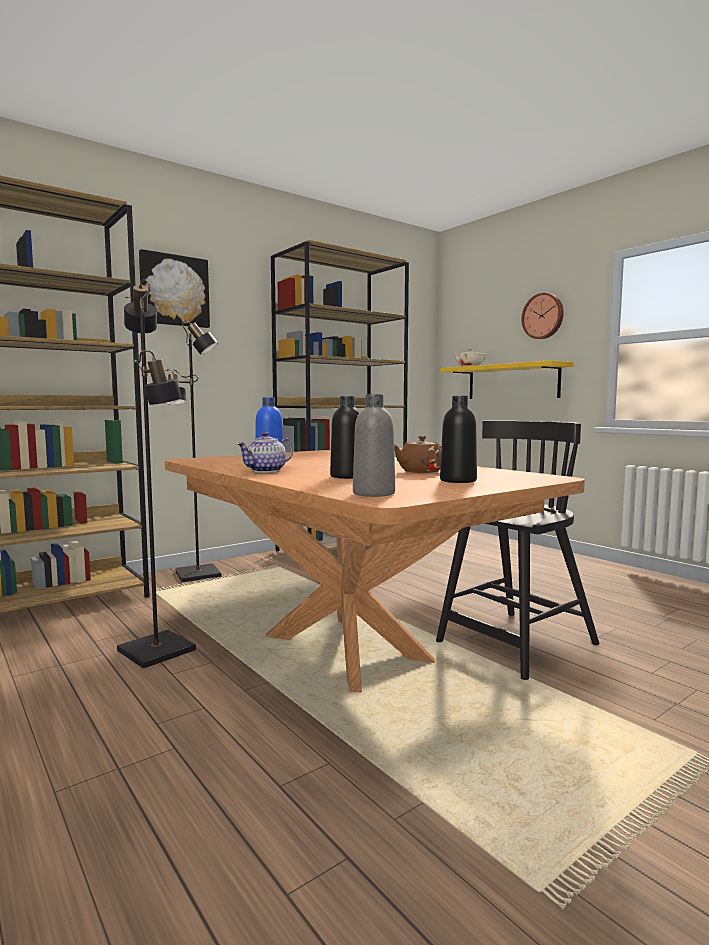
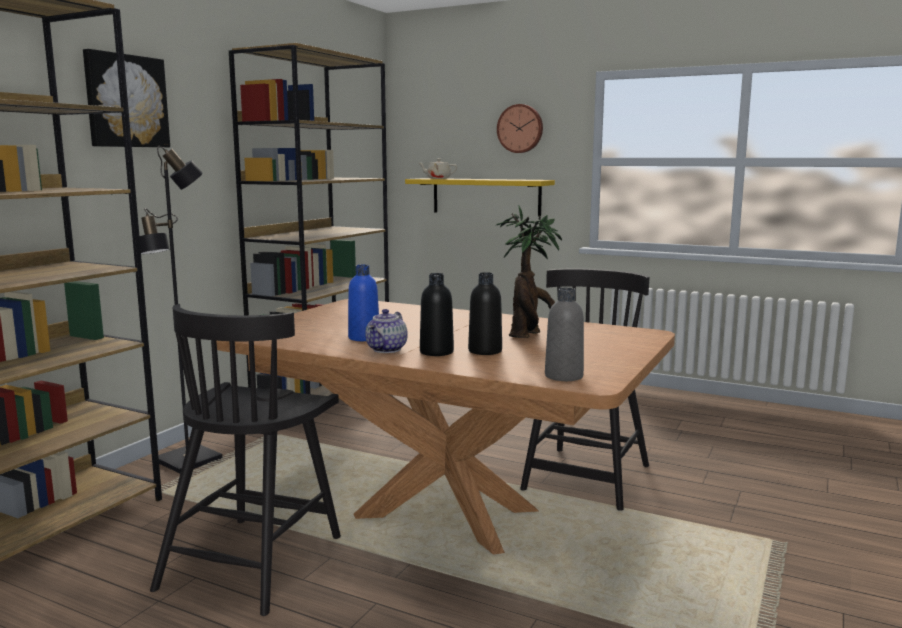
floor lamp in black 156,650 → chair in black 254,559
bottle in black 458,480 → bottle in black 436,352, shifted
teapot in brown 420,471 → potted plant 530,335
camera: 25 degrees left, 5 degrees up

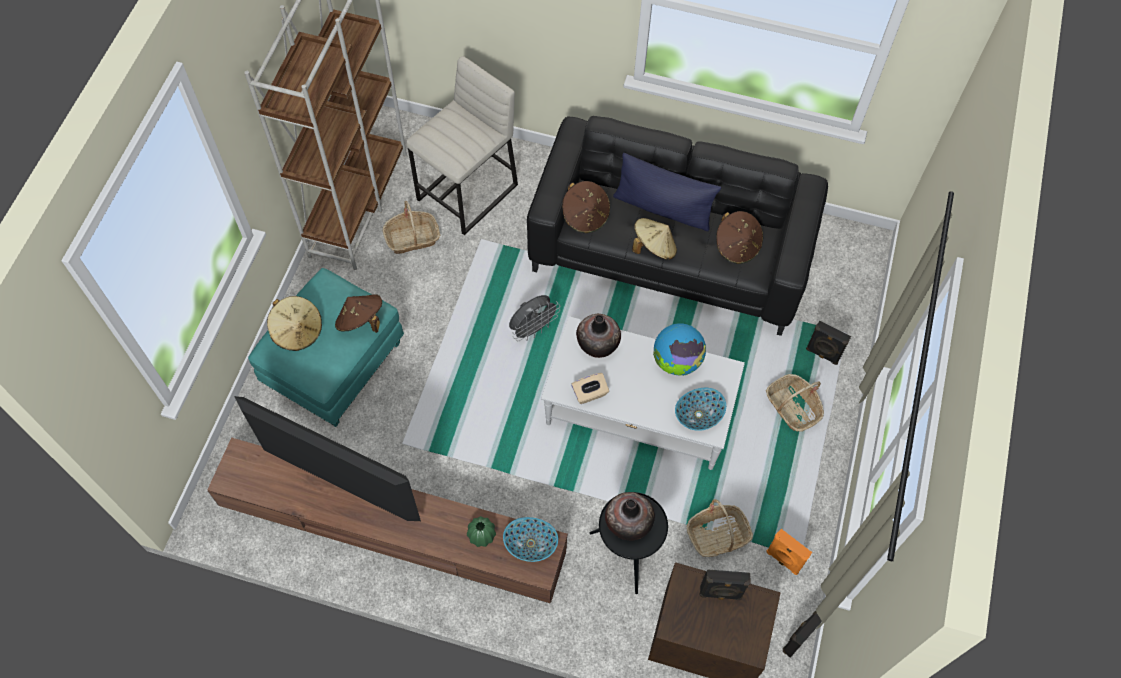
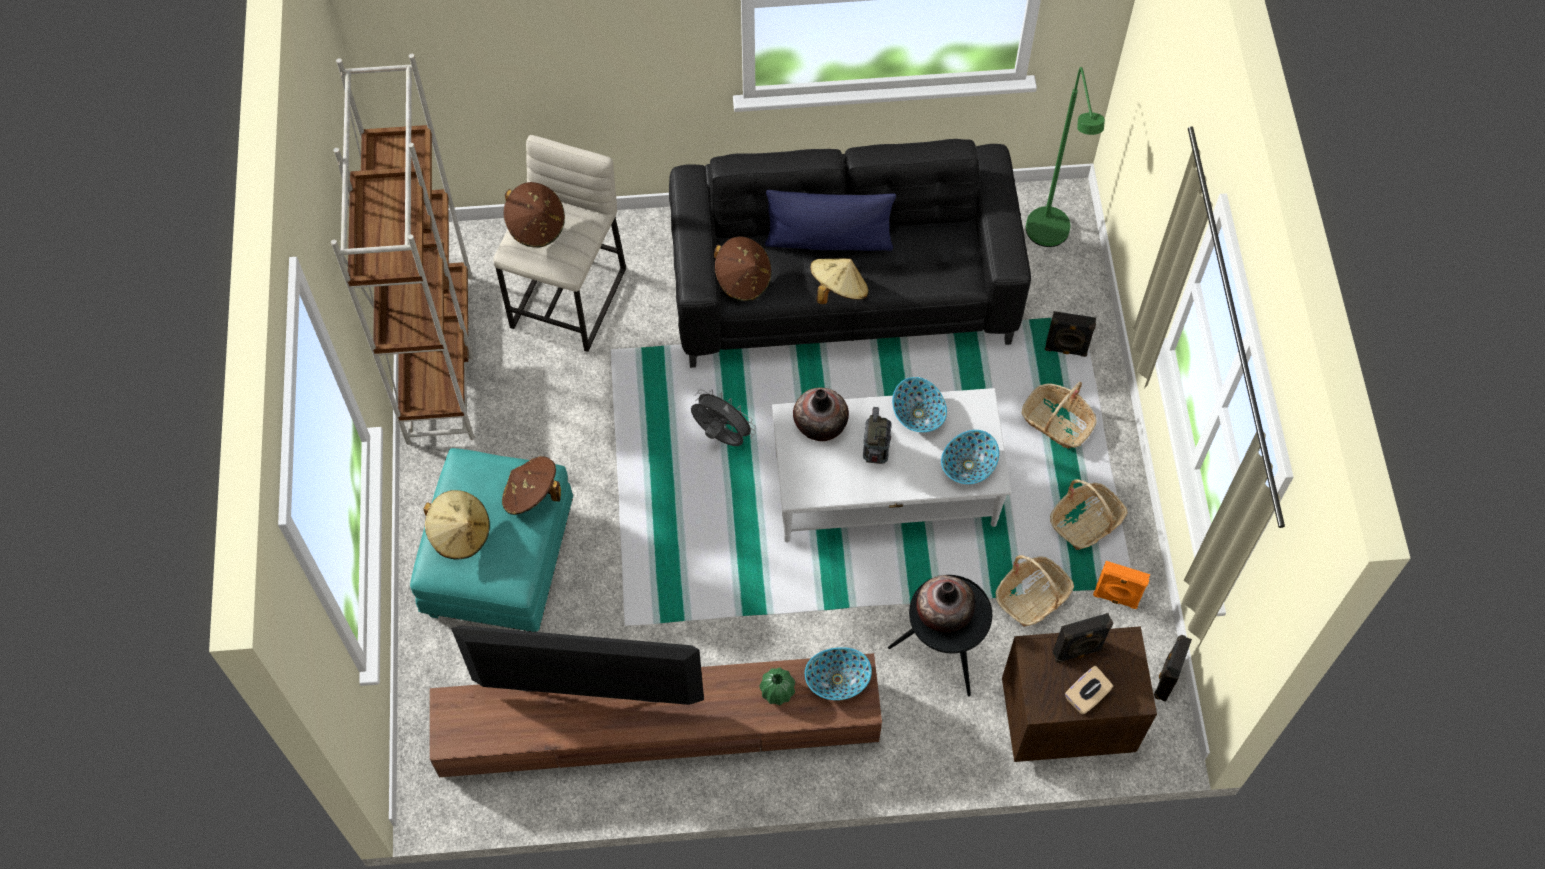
basket 412,238 → basket 1086,522, shifted
hat in brown 737,246 → hat in brown 536,226, shifted
fan in grey 533,329 → fan in grey 721,436, 90 degrees counterclockwise
globe 677,361 → bowl 918,413
tissue box in beige 590,393 → tissue box in beige 1086,696, shifted
- → floor lamp in green 1049,239
- → radio 875,454
camera: 20 degrees left, 0 degrees up

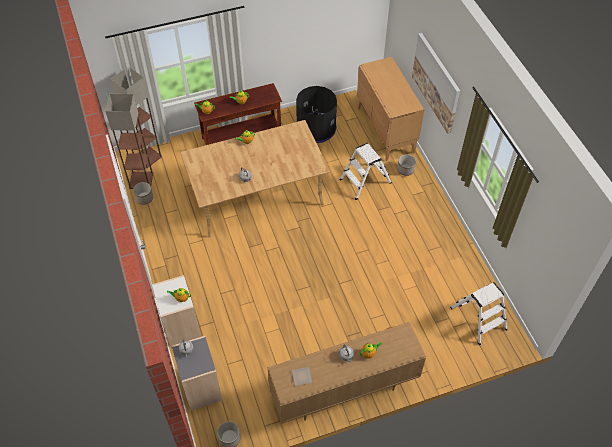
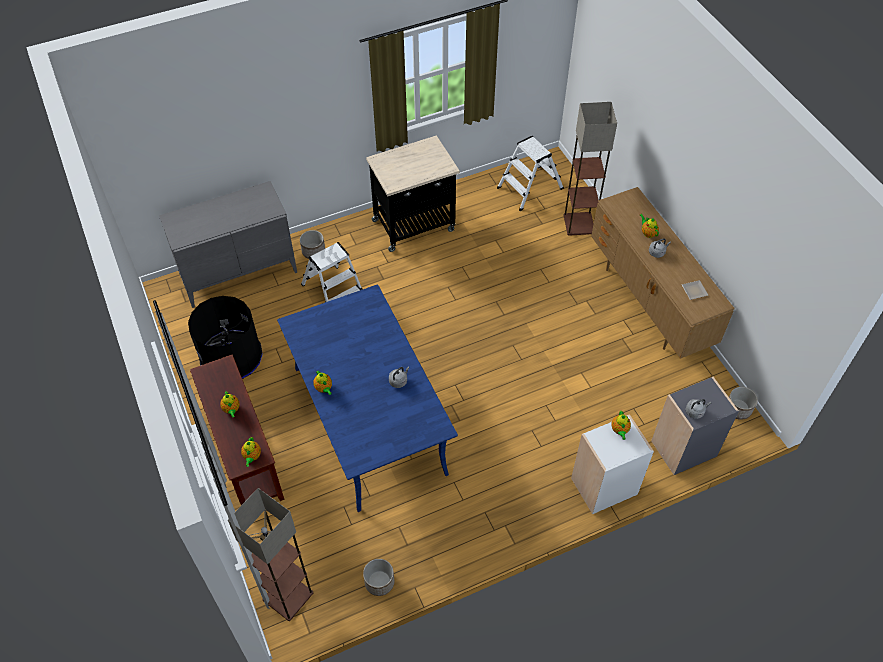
picture 436,82 → -
cabinet in brown 385,130 → cabinet in grey 239,274
floor lamp 140,181 → floor lamp 579,224, shifted
dining table in beige 257,197 → dining table in blue 368,420
- → cart in black 414,225
camera: 95 degrees left, 0 degrees up

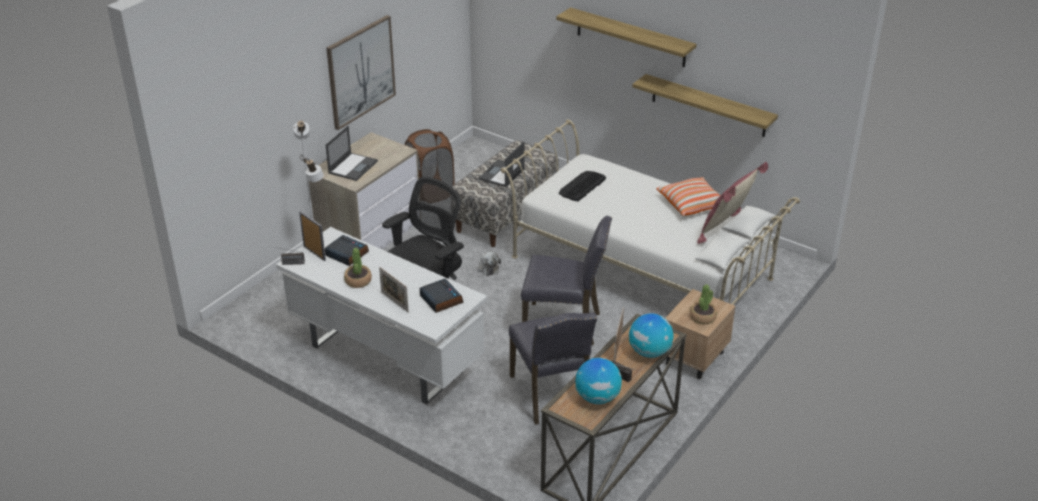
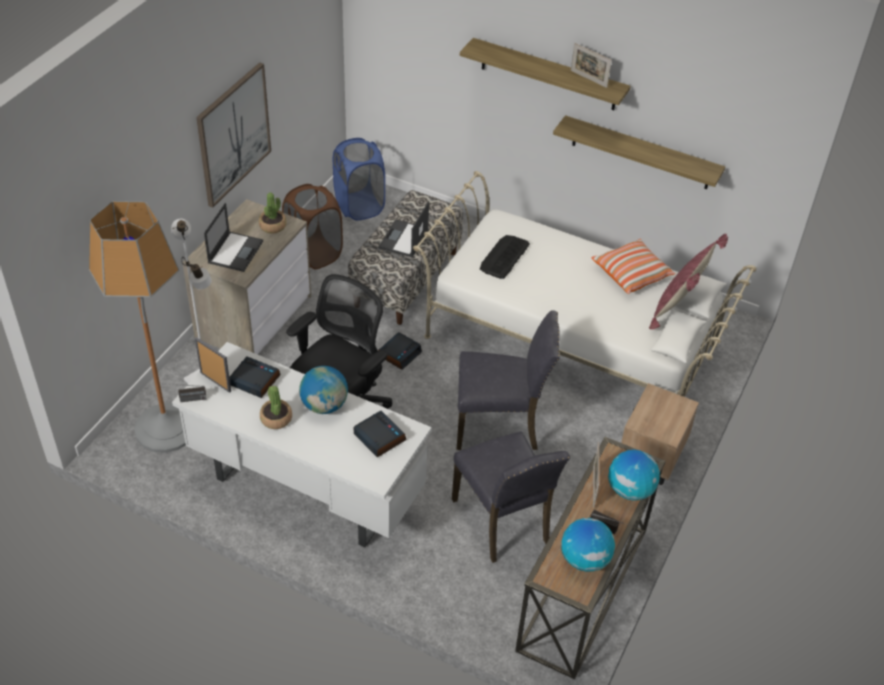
plush toy 488,268 → alarm clock 399,354
picture frame 394,302 → picture frame 588,79, shifted
potted plant 703,317 → potted plant 273,226, shifted
- → laundry basket in blue 359,206
- → floor lamp 166,428
- → globe 324,405
camera: 10 degrees left, 10 degrees up

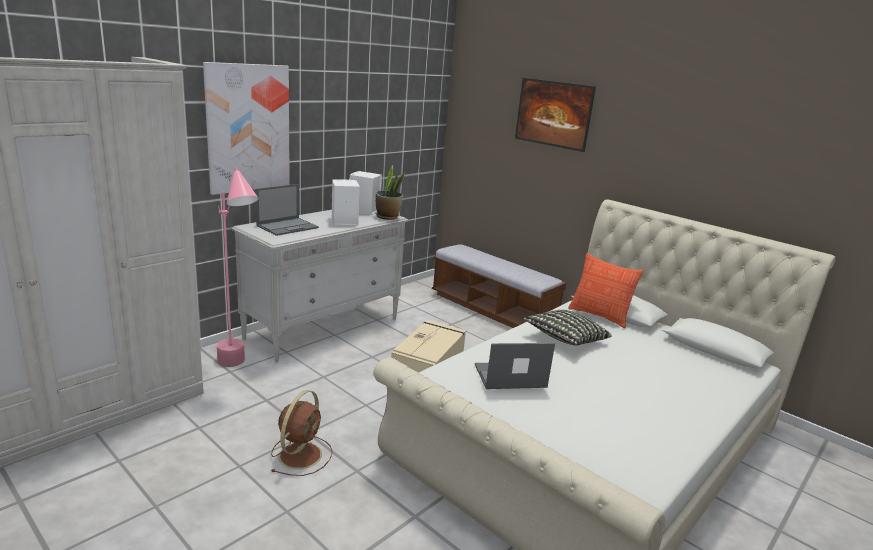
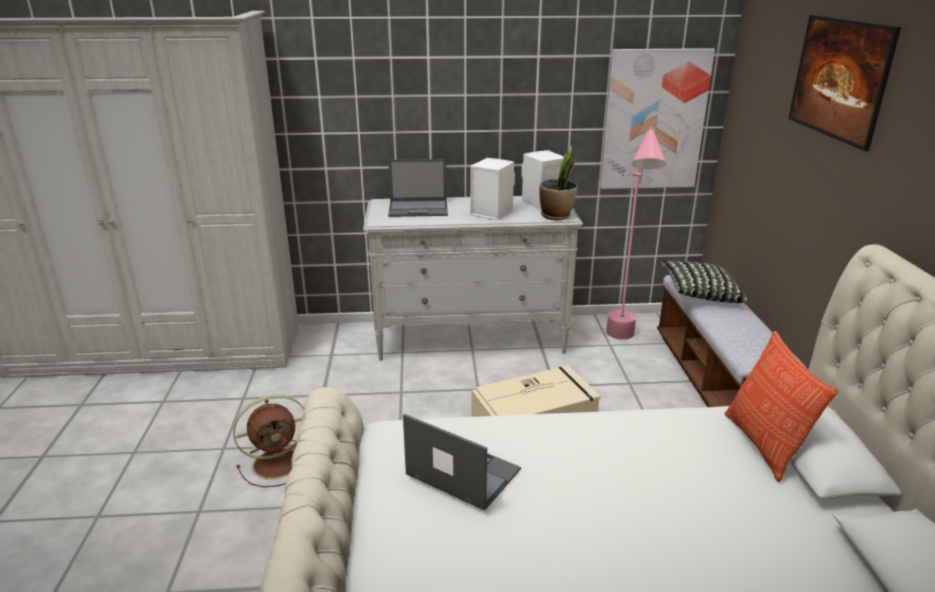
picture 248,128 → picture 654,120, shifted
floor lamp in pink 239,370 → floor lamp in pink 622,344, shifted
pillow 565,340 → pillow 700,294, shifted
camera: 45 degrees right, 5 degrees up

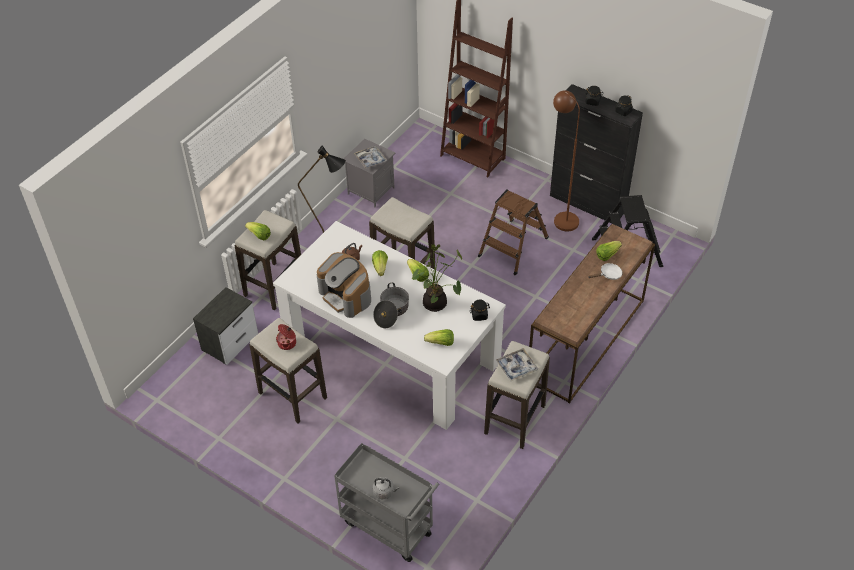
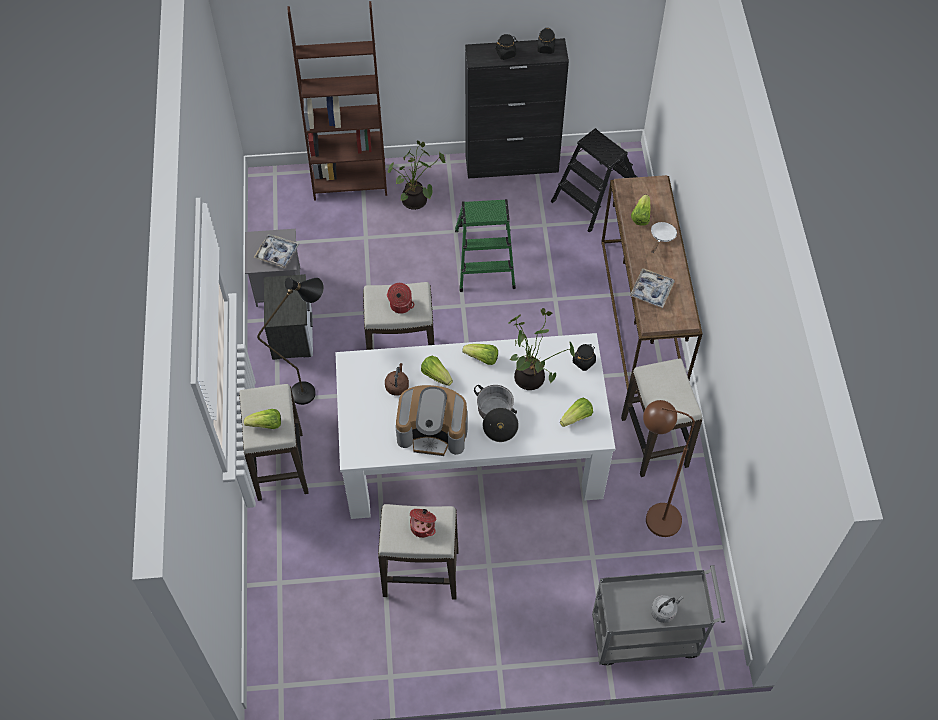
floor lamp in brown 561,218 → floor lamp in brown 652,518, shifted
step ladder in brown 513,246 → step ladder in green 484,258
nightstand 230,341 → nightstand 292,333, shifted
tray 516,367 → tray 651,291, shifted
- → potted plant 416,202
- → cooking pot 400,305
camera: 40 degrees left, 10 degrees up

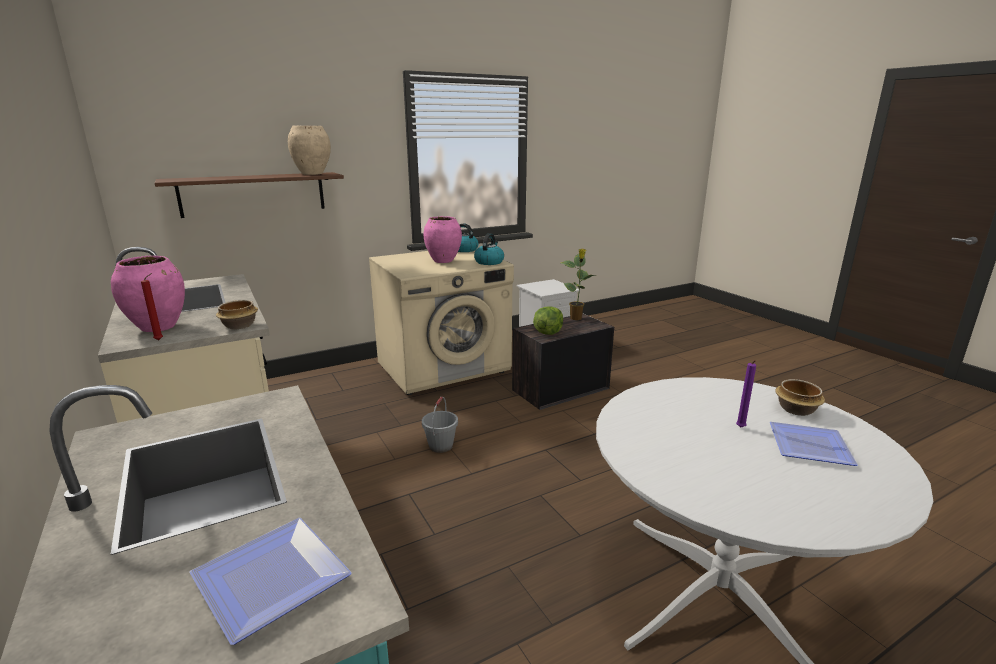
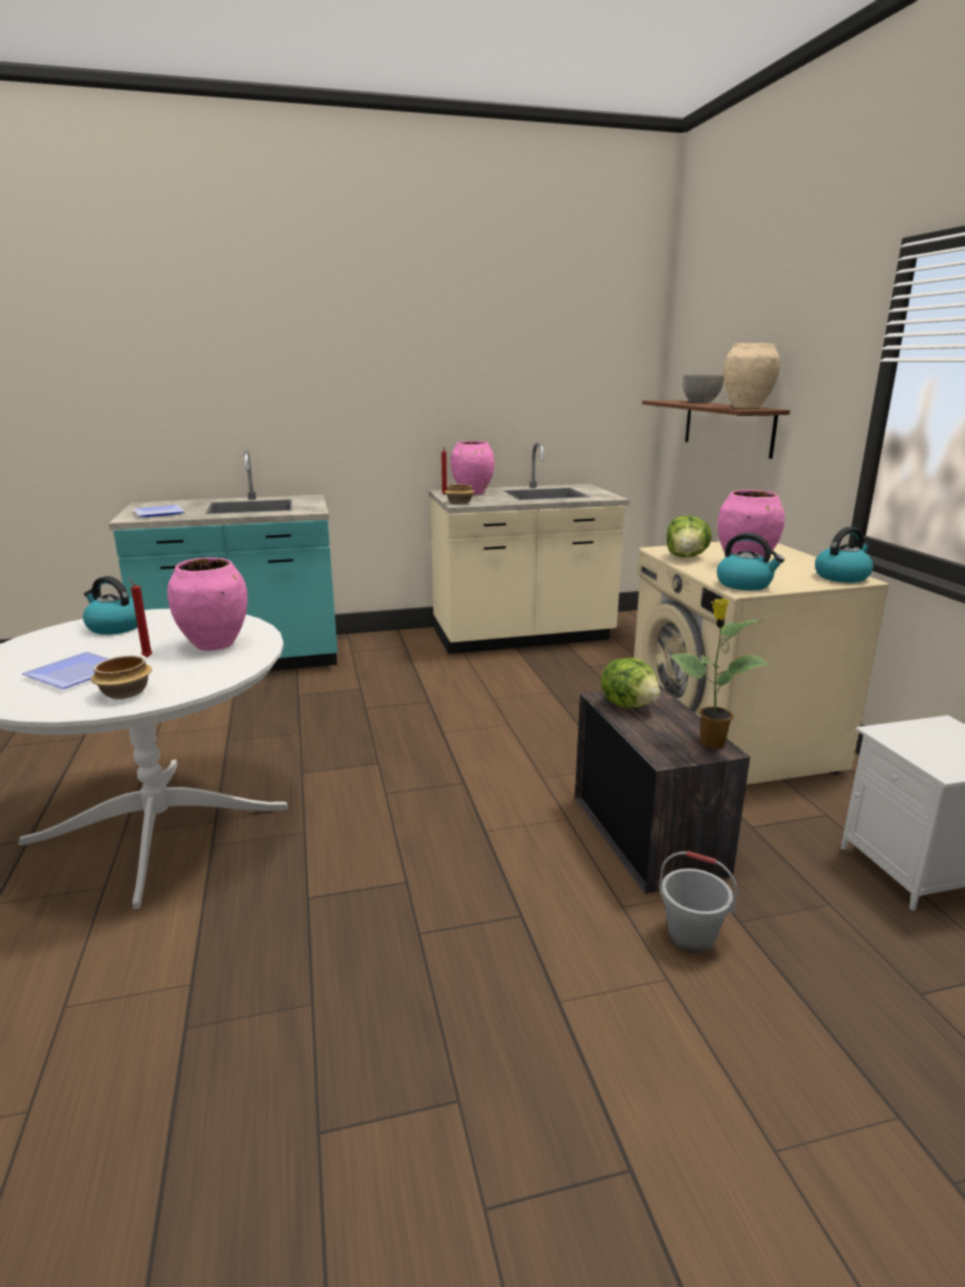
candle in purple 740,428 → candle in red 146,657
bucket in grey 440,446 → bucket in grey 691,936, shifted
- → bowl in grey 700,403
- → lettuce 686,557
- → vase in pink 215,644
- → kettle 115,627
camera: 105 degrees right, 0 degrees up

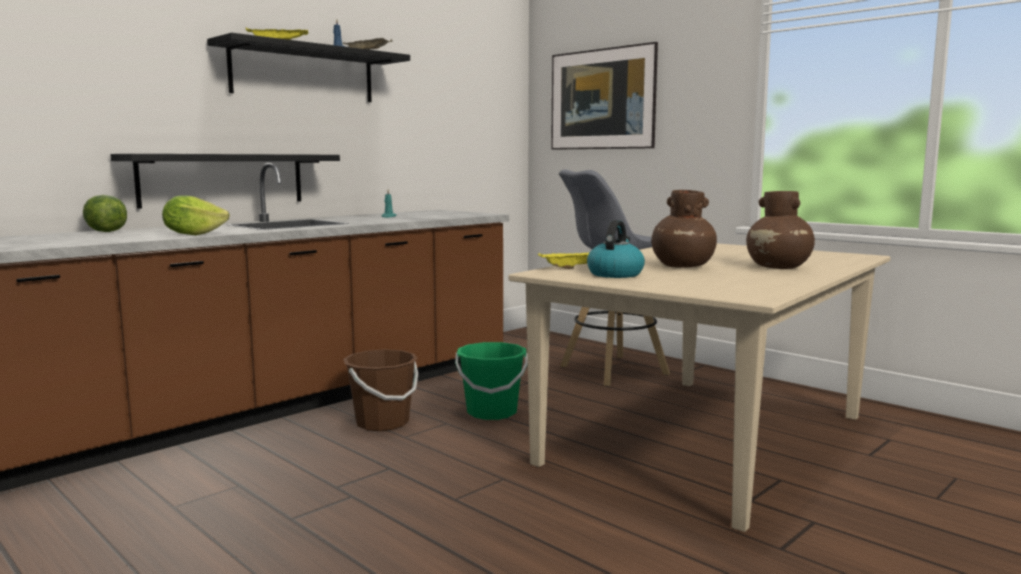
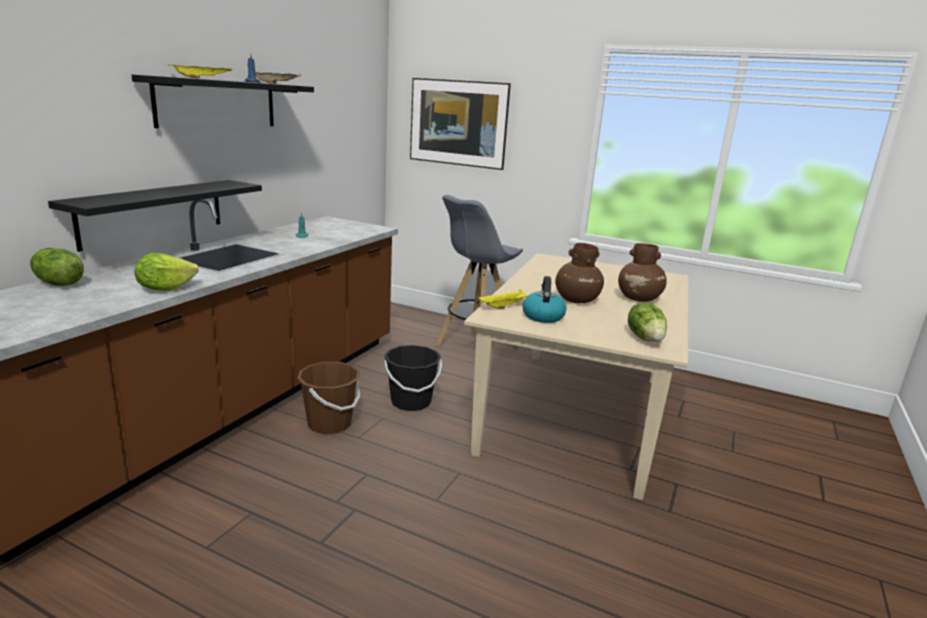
bucket in green 492,412 → bucket in black 411,402
- → lettuce 646,338
camera: 20 degrees left, 10 degrees up

